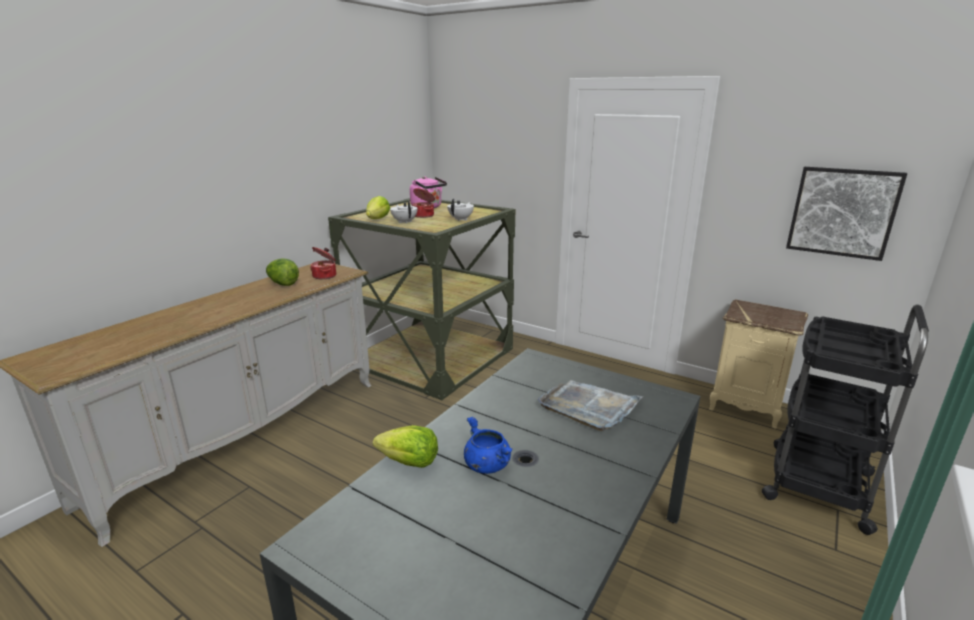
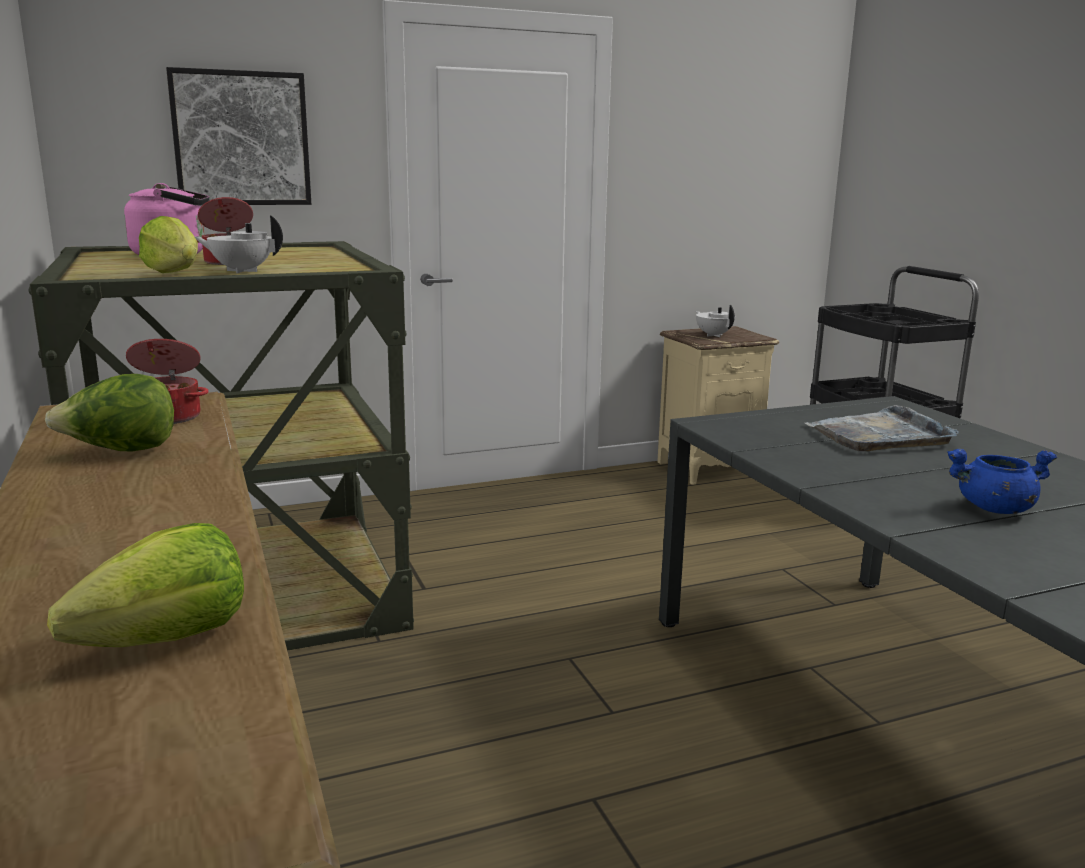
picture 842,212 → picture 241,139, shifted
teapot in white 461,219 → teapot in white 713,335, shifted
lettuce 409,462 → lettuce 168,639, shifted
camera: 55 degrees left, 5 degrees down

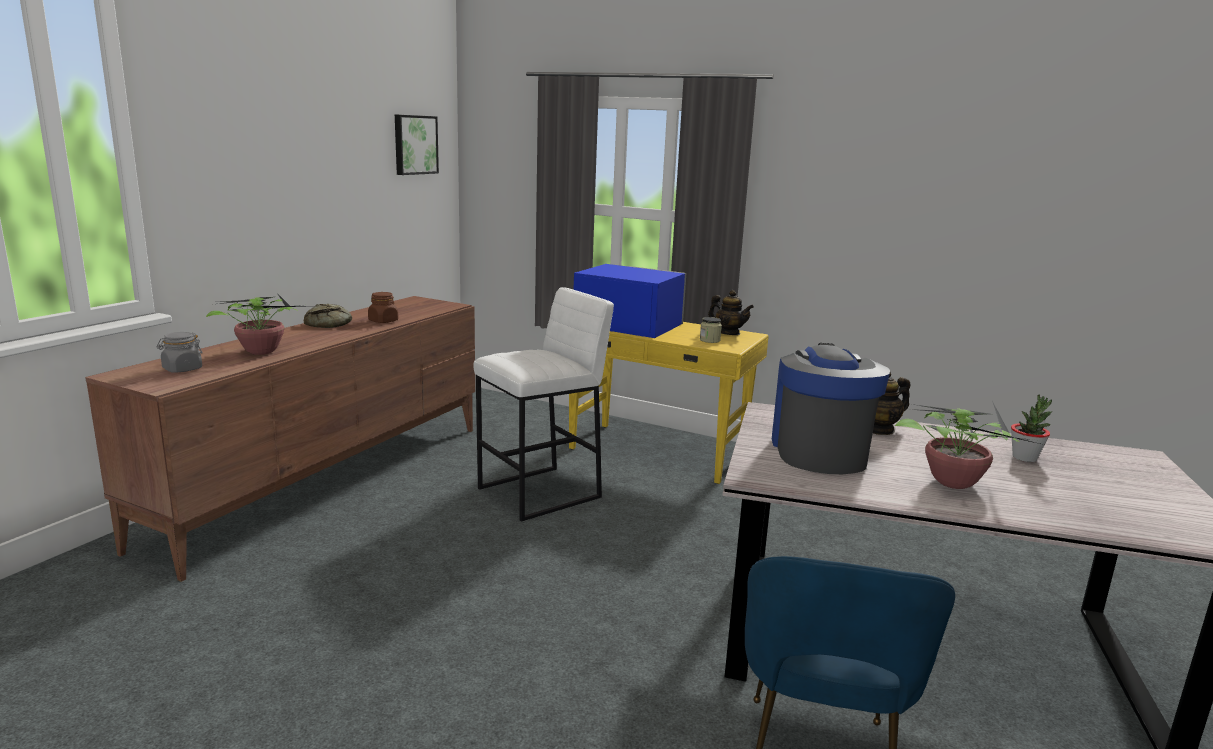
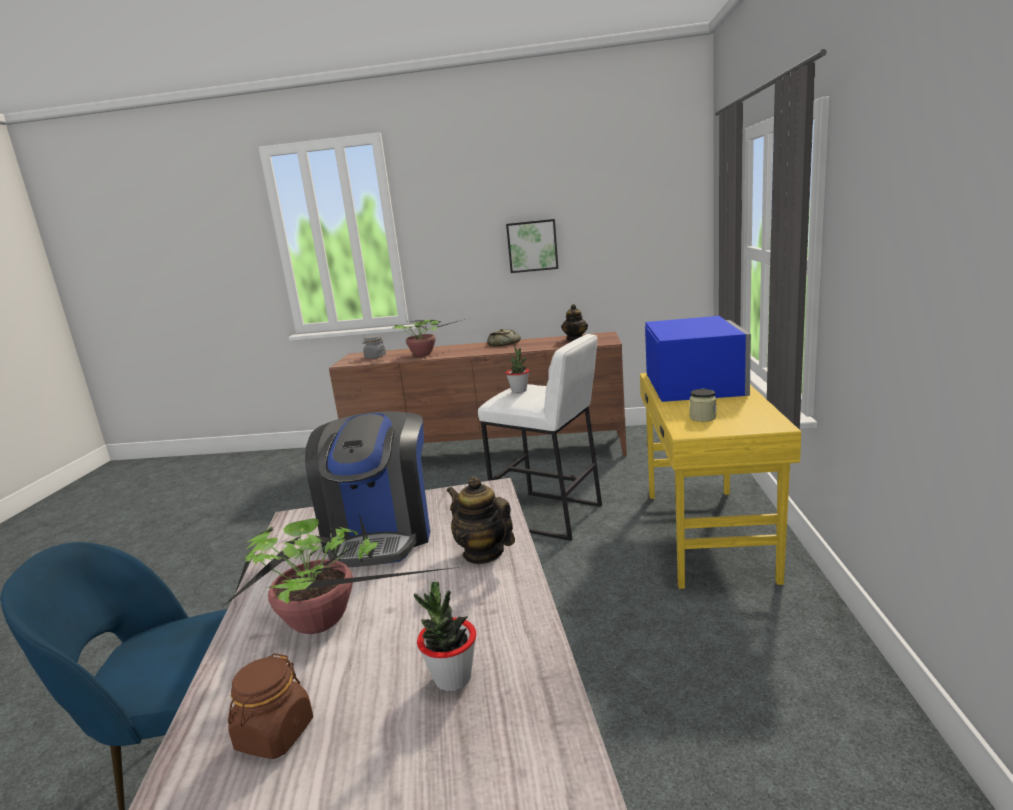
picture 414,144 → picture 532,246, shifted
teapot 729,333 → teapot 575,339, shifted
jar in brown 383,321 → jar in brown 275,735, shifted
coffee machine 819,451 → coffee machine 380,533, 105 degrees clockwise
- → potted plant 519,390
camera: 70 degrees right, 0 degrees up

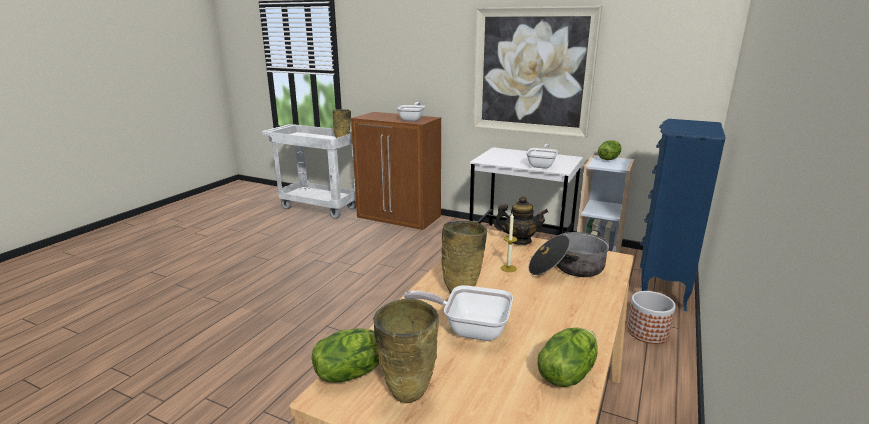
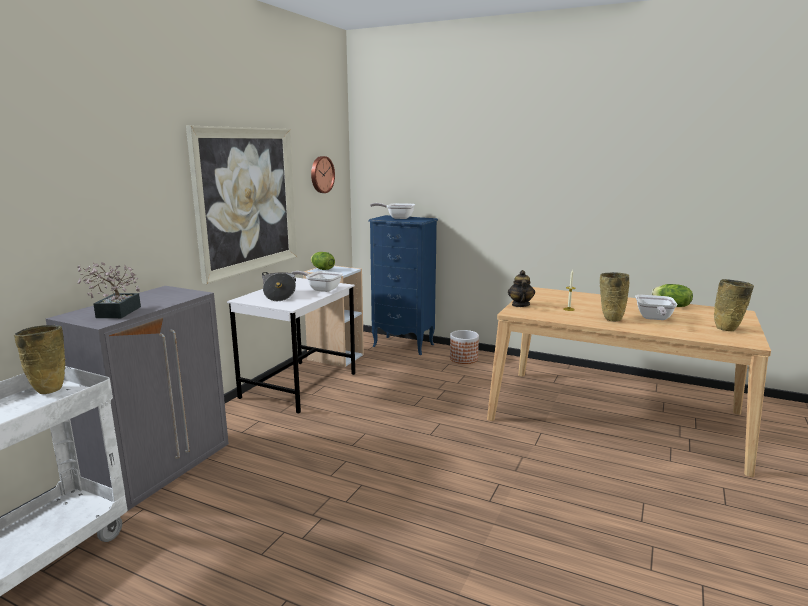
frying pan 412,119 → frying pan 397,218, shifted
cabinet in brown 399,216 → cabinet in grey 159,465
cooking pot 567,268 → cooking pot 279,294, shifted
lettuce 351,372 → -
- → wall clock 321,174
- → potted plant 115,314
camera: 90 degrees left, 5 degrees down

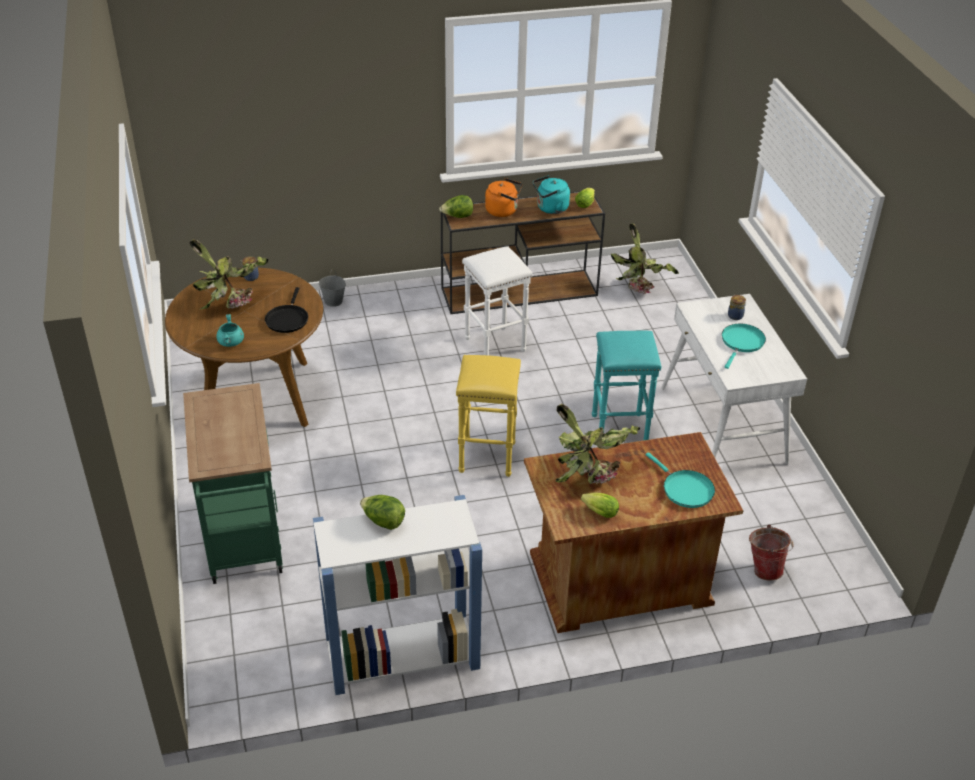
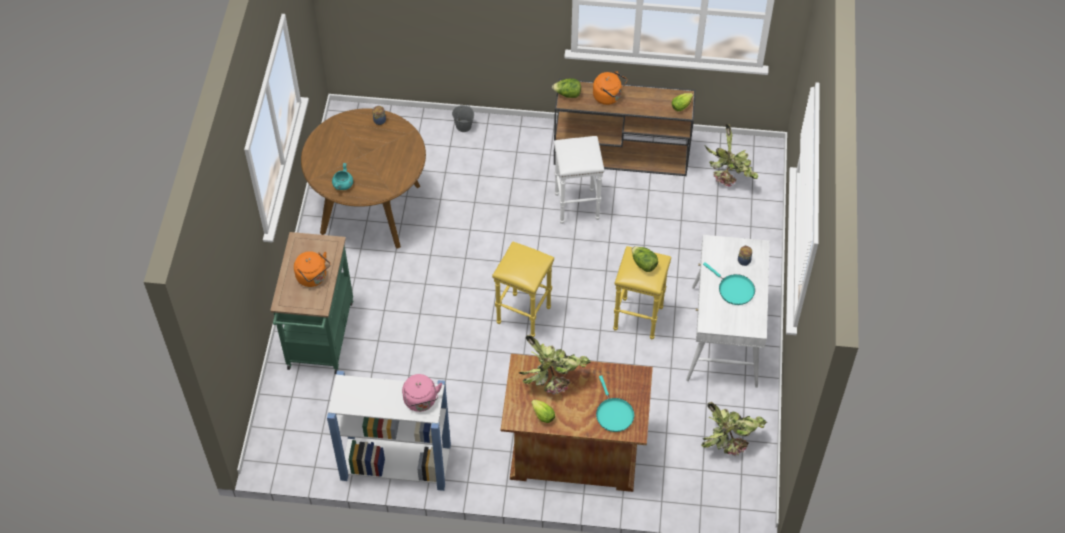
kettle in turquoise 550,208 → -
potted plant 232,300 → potted plant 729,440, shifted
frying pan in black 287,319 → -
frying pan in turquoise 741,343 → frying pan in turquoise 734,289, 90 degrees clockwise
stool in turquoise 618,429 → stool in yellow 637,317
lettuce 383,521 → lettuce 643,264, shifted
bucket 765,568 → -
- → kettle in orange 313,277
- → kettle in pink 421,402
camera: 20 degrees right, 15 degrees up

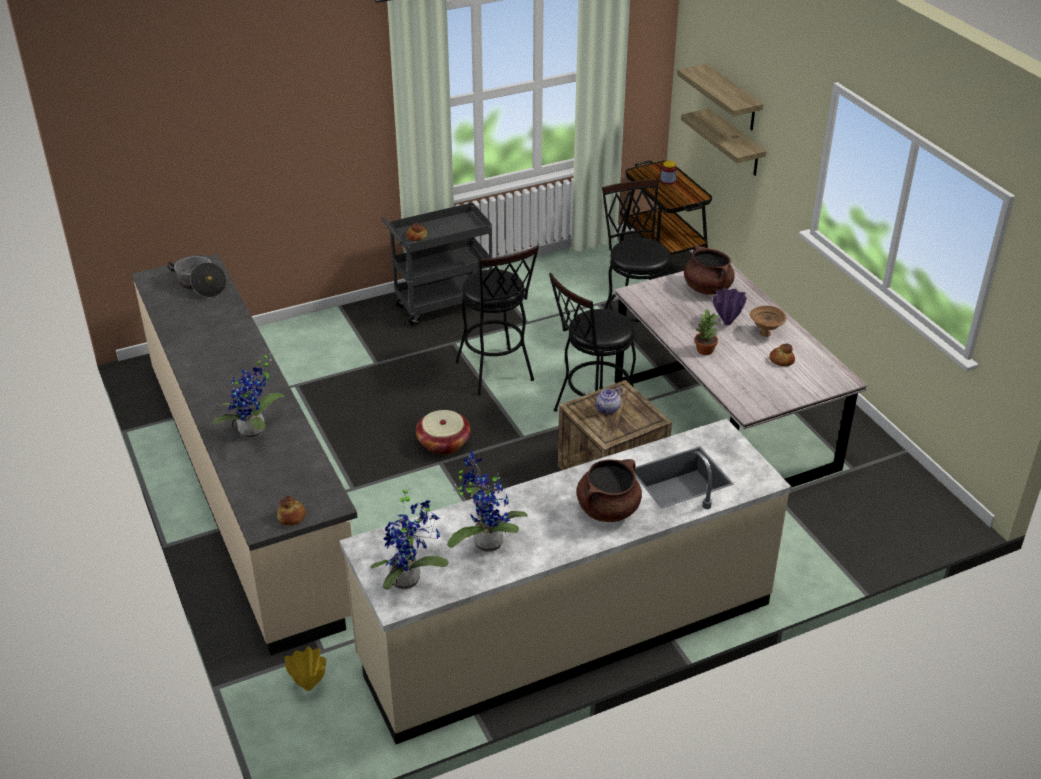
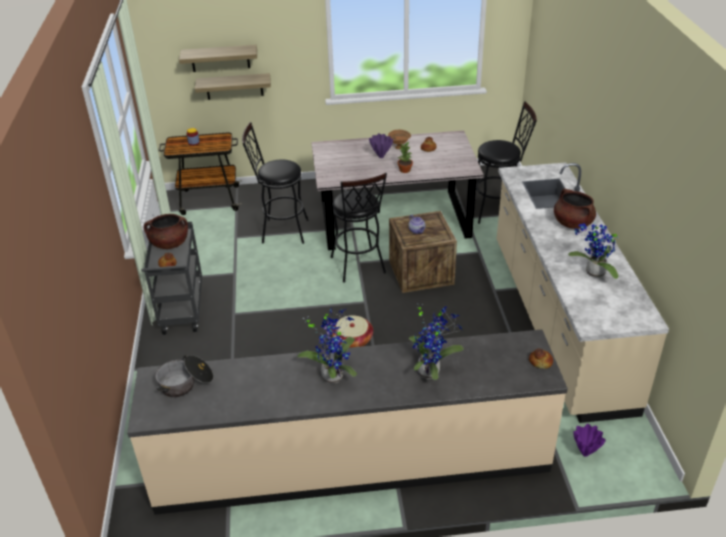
stool in black 497,375 → stool in black 498,210, shifted
cooking pot in brown 707,288 → cooking pot in brown 169,244, shifted
potted plant 409,579 → potted plant 333,374, shifted
vase in yellow 309,687 → vase in purple 585,453
camera: 70 degrees left, 0 degrees up

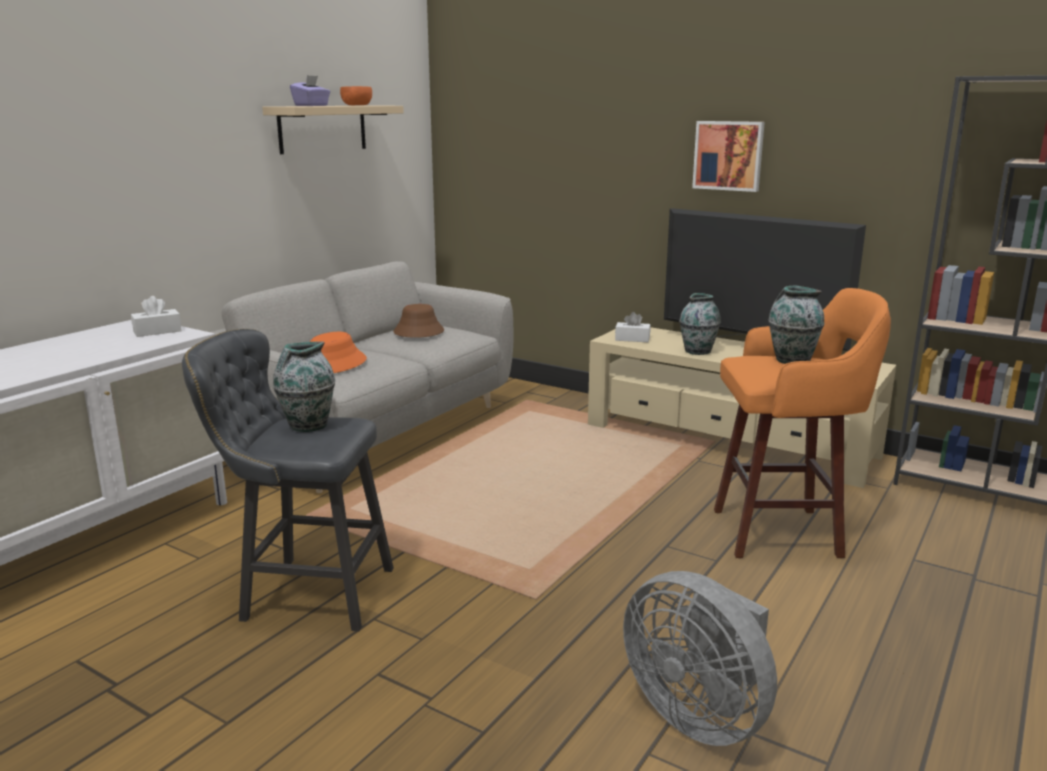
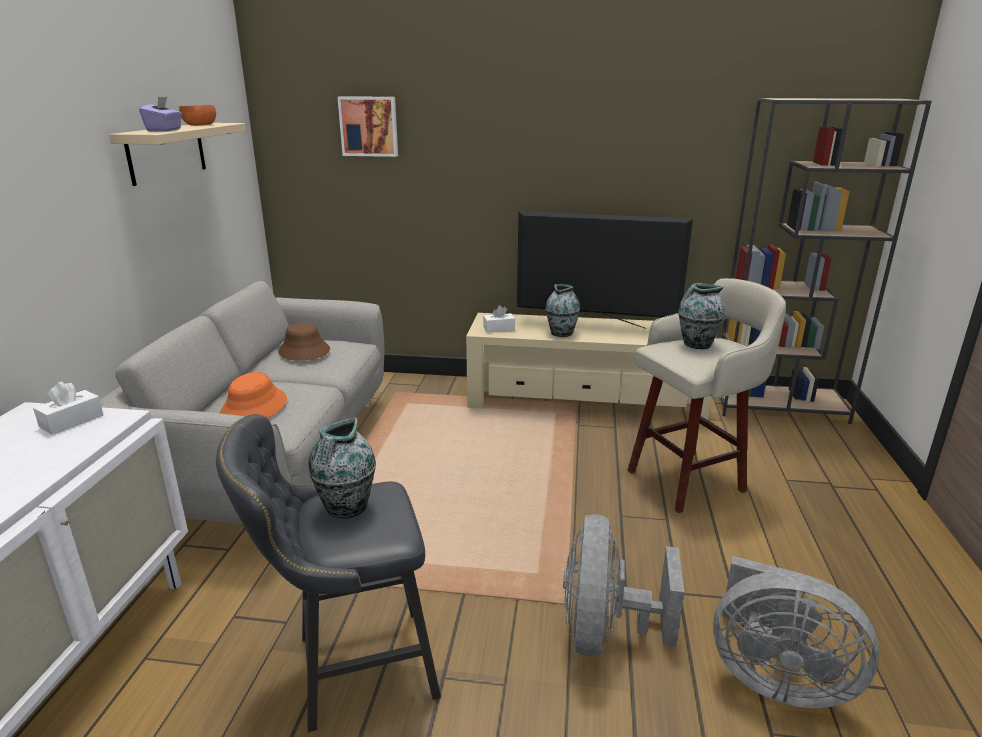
picture 728,155 → picture 369,126, shifted
stool in orange 782,533 → stool in beige 690,480
- → fan in grey 605,632
camera: 25 degrees left, 5 degrees up

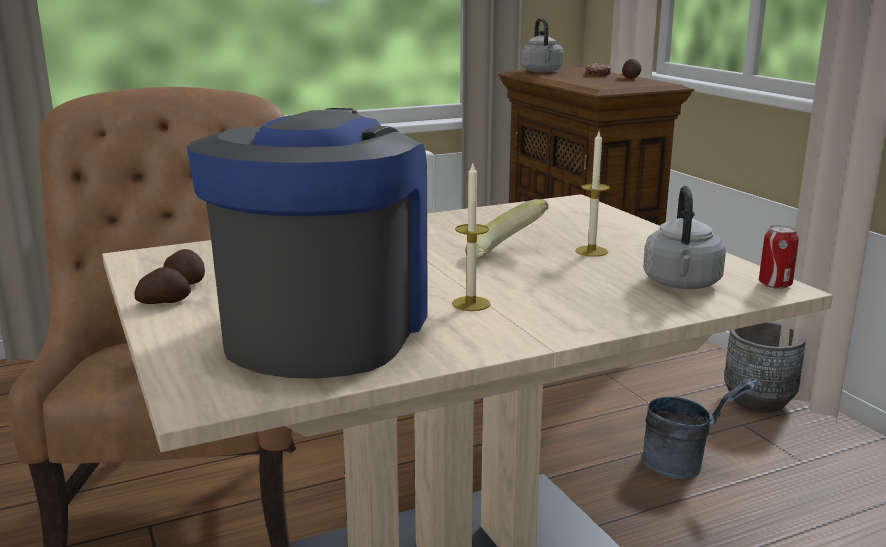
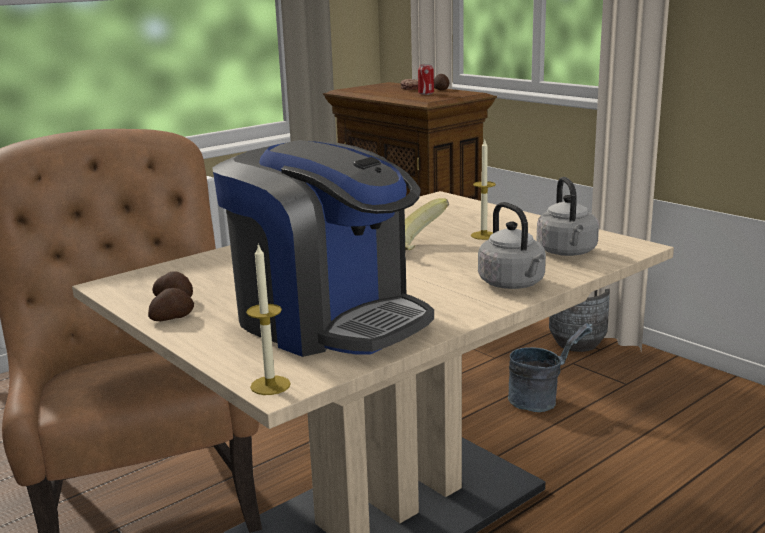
kettle in grey 542,72 → kettle in grey 513,284, shifted
coffee machine 326,328 → coffee machine 328,319, 135 degrees clockwise
candle 471,304 → candle 270,385, shifted
can 775,284 → can 426,93, shifted
camera: 15 degrees left, 0 degrees up

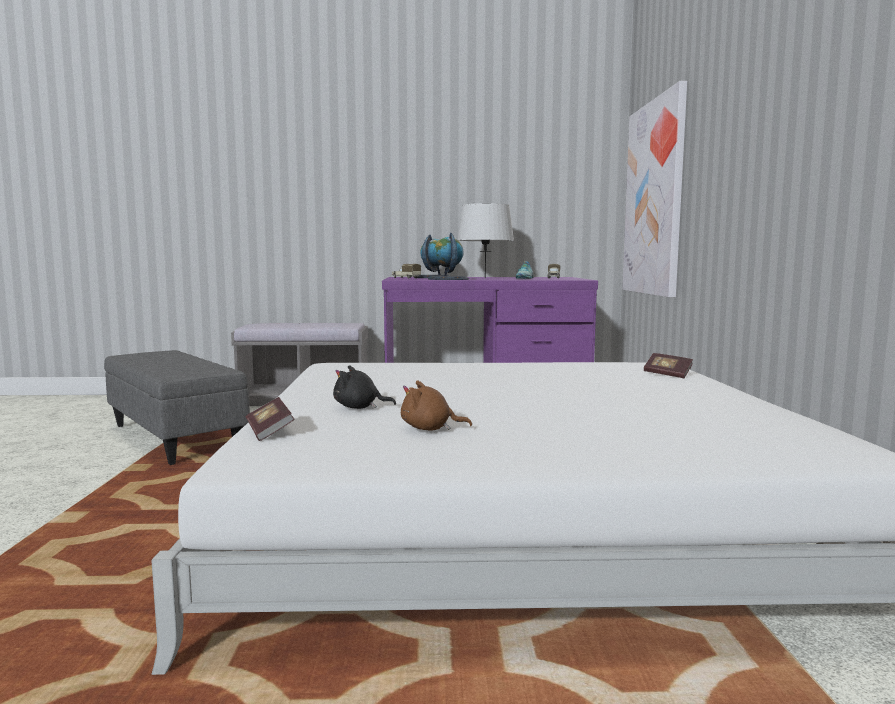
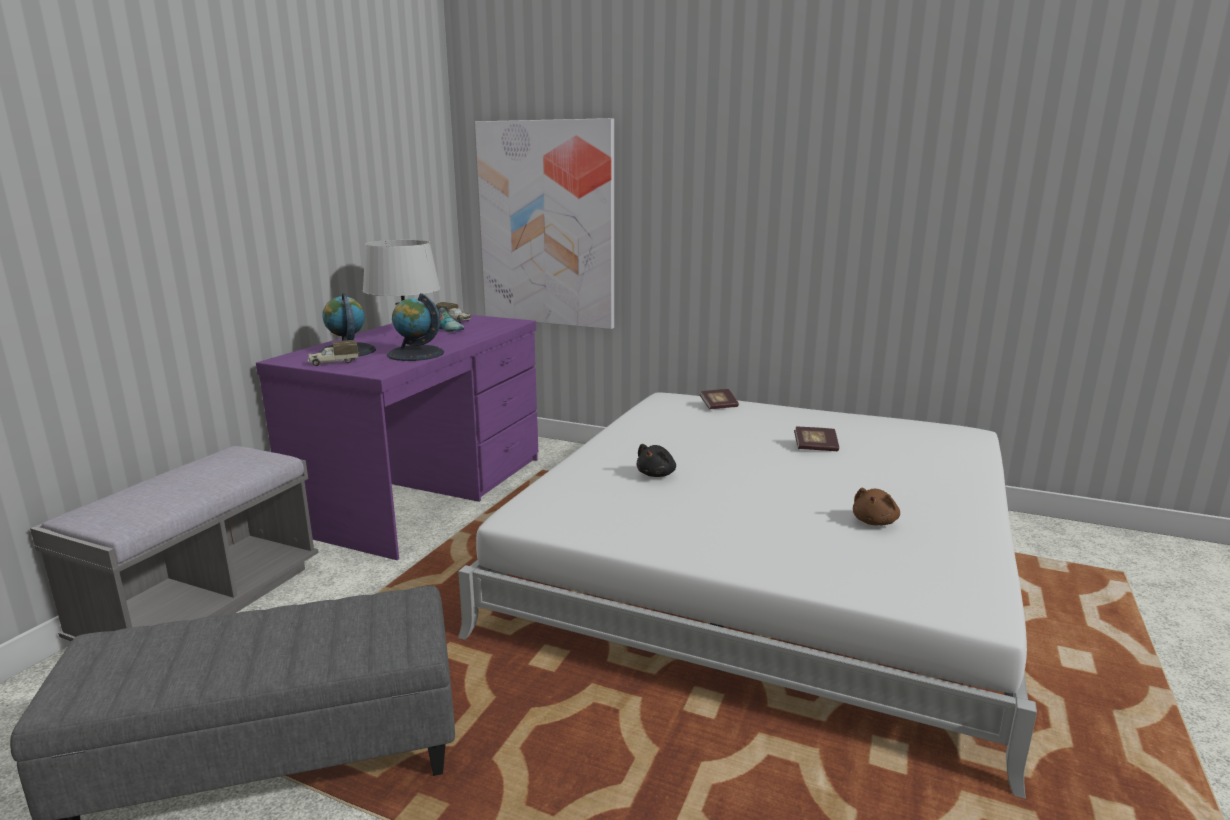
plush toy in black 359,407 → plush toy in black 657,474, shifted
book 269,431 → book 815,447, shifted
camera: 65 degrees left, 10 degrees up

